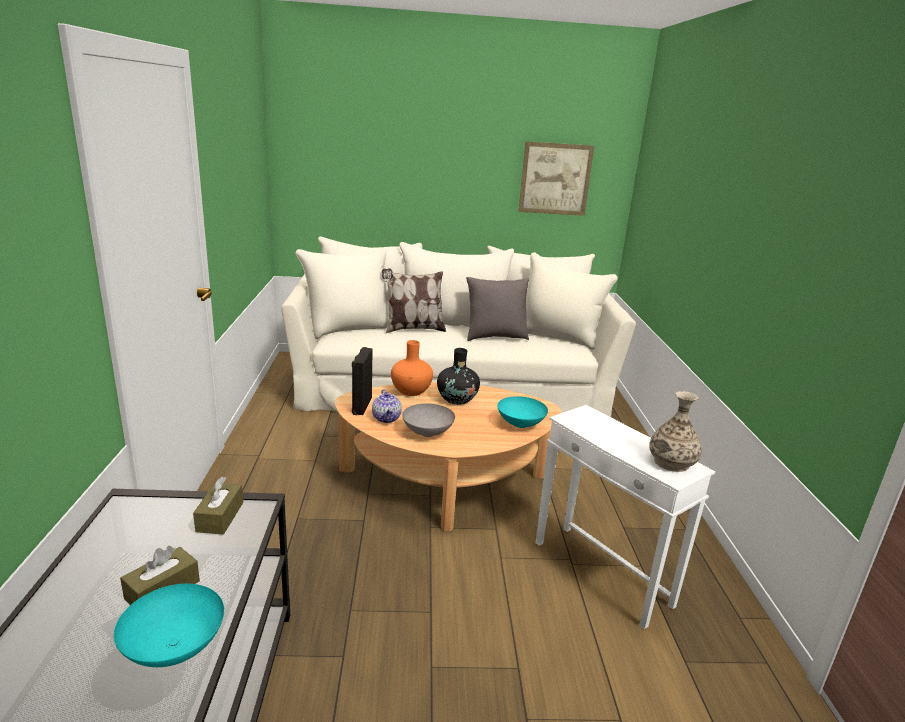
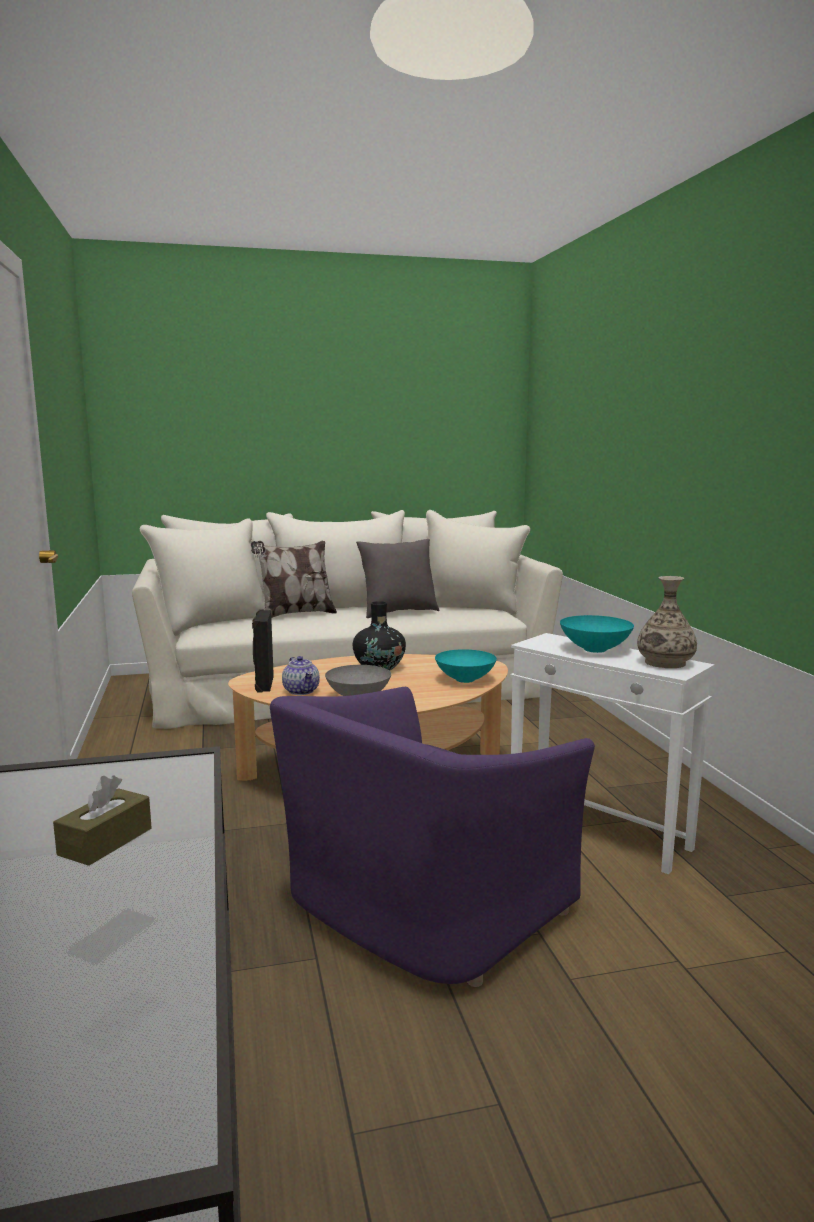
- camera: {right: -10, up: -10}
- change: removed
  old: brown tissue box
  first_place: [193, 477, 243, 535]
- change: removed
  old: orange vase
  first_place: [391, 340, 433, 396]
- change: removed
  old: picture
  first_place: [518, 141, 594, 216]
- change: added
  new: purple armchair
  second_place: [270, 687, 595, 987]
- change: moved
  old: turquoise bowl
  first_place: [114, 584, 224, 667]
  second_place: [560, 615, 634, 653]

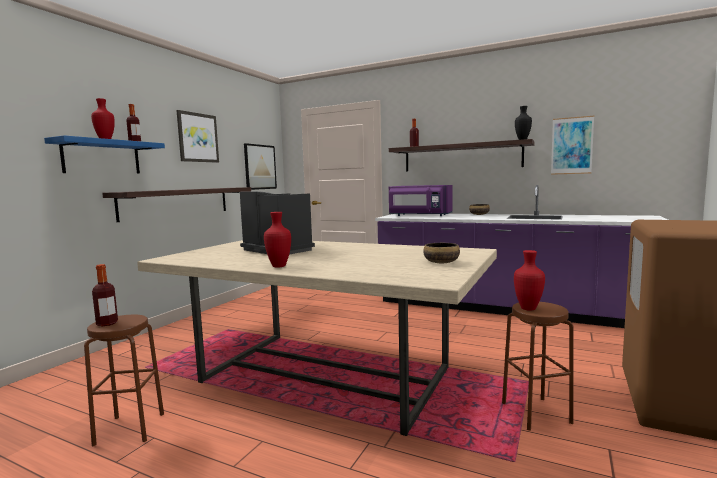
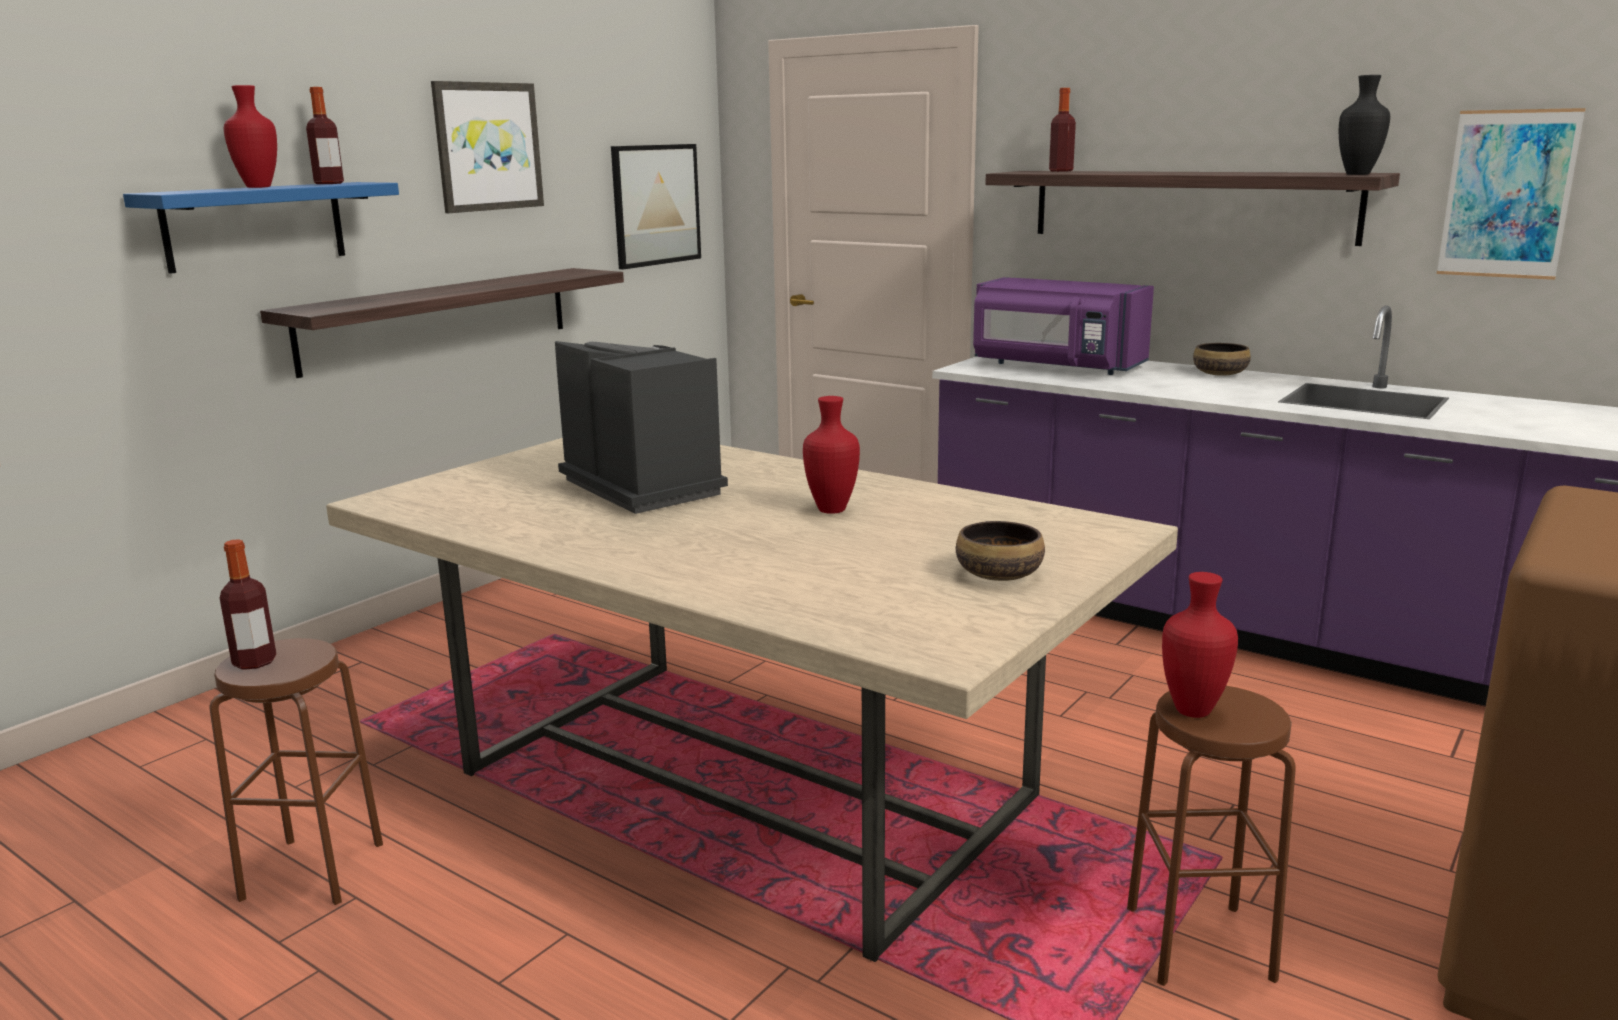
- camera: {right: 10, up: 10}
- change: moved
  old: red vase
  first_place: [264, 212, 291, 267]
  second_place: [803, 396, 860, 514]

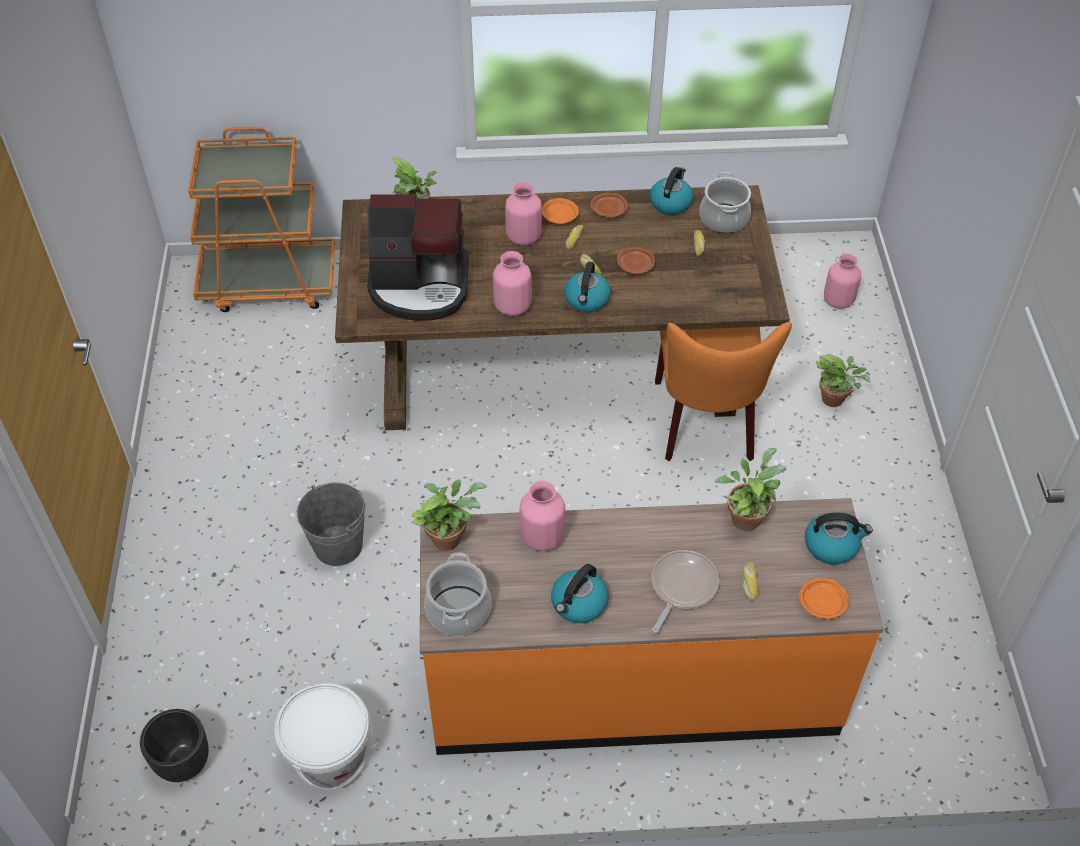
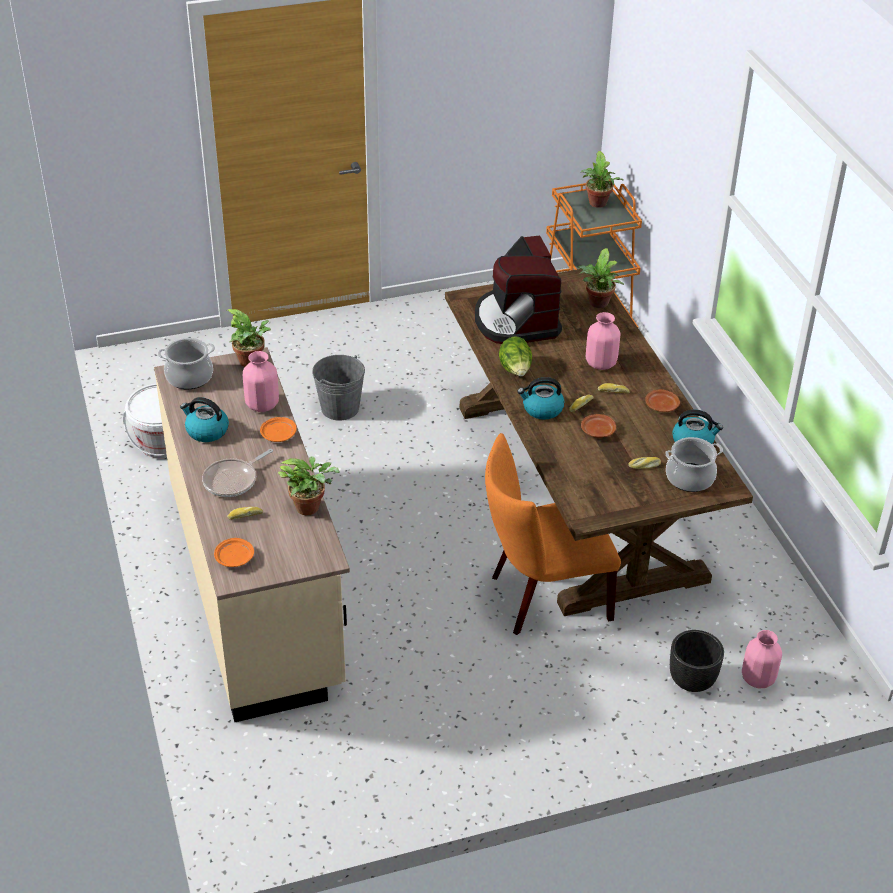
- camera: {right: 75, up: -10}
- change: removed
  old: kettle
  first_place: [805, 513, 873, 565]
- change: moved
  old: black planter
  first_place: [140, 709, 209, 782]
  second_place: [670, 630, 724, 692]
- change: moved
  old: orange plate
  first_place: [542, 198, 579, 224]
  second_place: [260, 417, 297, 442]
- change: moved
  old: potted plant
  first_place: [816, 354, 870, 407]
  second_place: [581, 151, 624, 208]
- change: replaced
  old: pink vase
  new: lettuce
  first_place: [493, 251, 532, 316]
  second_place: [499, 337, 532, 376]
- change: recoloured
  old: orange counter
  new: beige counter
  first_place: [420, 498, 883, 755]
  second_place: [154, 347, 350, 722]
- change: turned
  old: frying pan
  first_place: [651, 550, 719, 633]
  second_place: [202, 449, 273, 497]
  degrees: 120

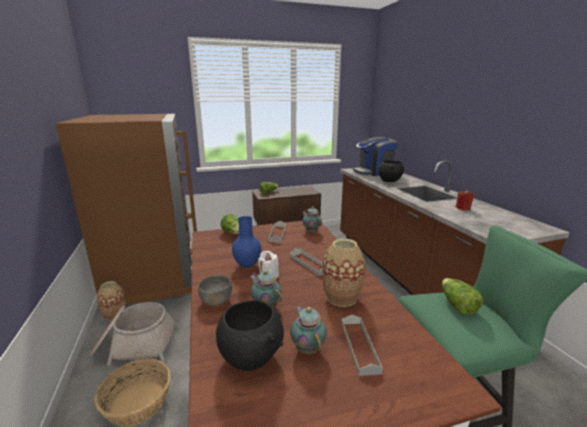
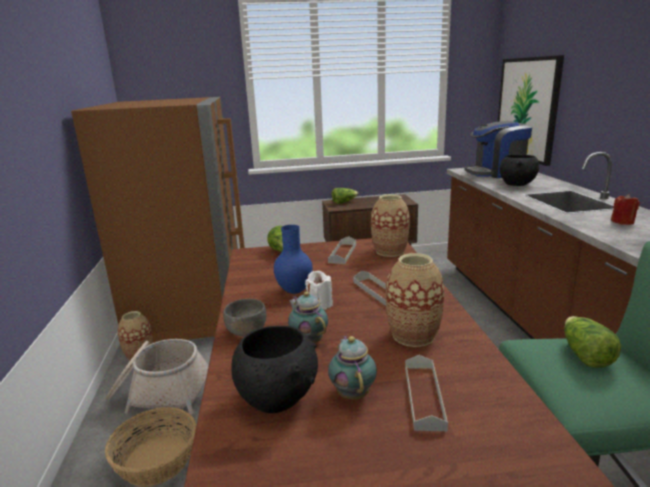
- camera: {right: 10, up: 0}
- change: added
  new: picture
  second_place: [498, 55, 564, 166]
- change: replaced
  old: teapot
  new: vase
  first_place: [302, 206, 322, 233]
  second_place: [371, 194, 410, 257]

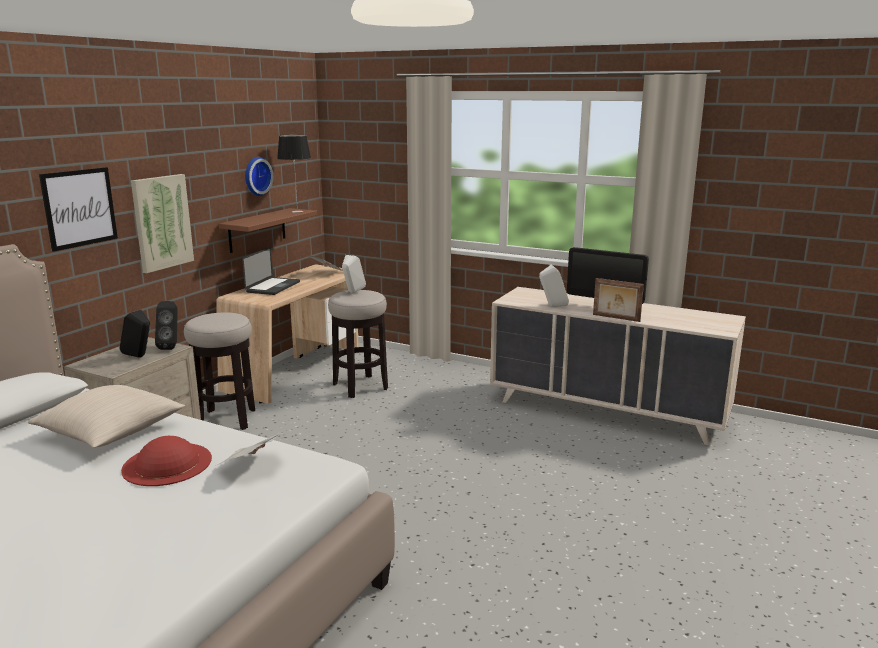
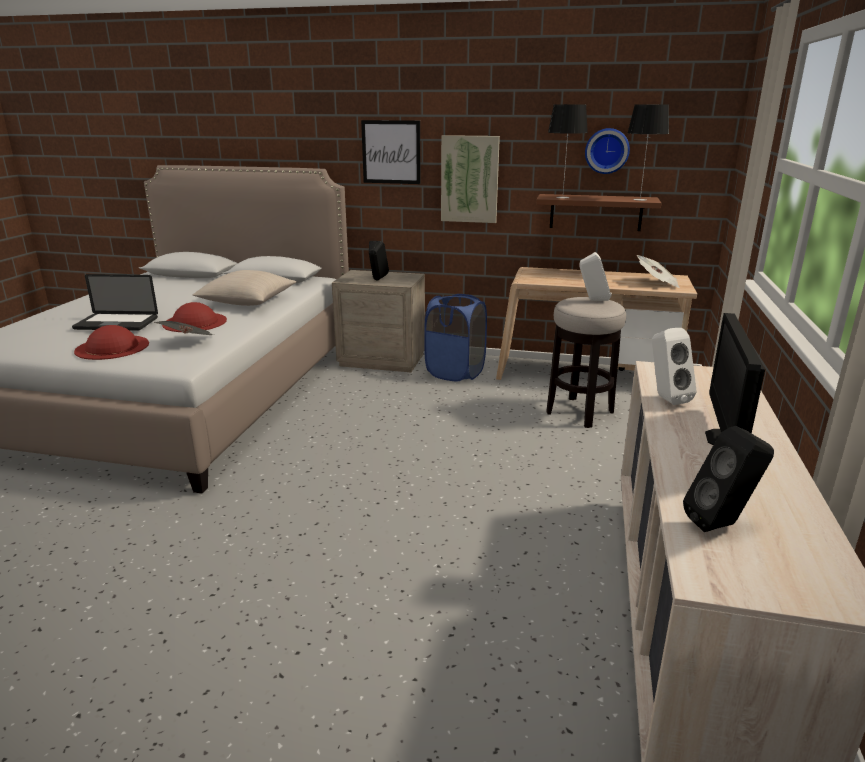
- camera: {right: 75, up: 5}
- change: removed
  old: picture frame
  first_place: [593, 278, 644, 322]
- change: added
  new: red hat
  second_place: [74, 325, 149, 360]
- change: added
  new: table lamp
  second_place: [548, 104, 588, 199]
- change: moved
  old: black speaker
  first_place: [155, 301, 178, 350]
  second_place: [683, 426, 774, 532]
- change: moved
  old: laptop
  first_place: [242, 247, 300, 295]
  second_place: [72, 274, 158, 331]
- change: replaced
  old: stool
  new: blue laundry basket
  first_place: [184, 312, 255, 430]
  second_place: [424, 294, 487, 381]

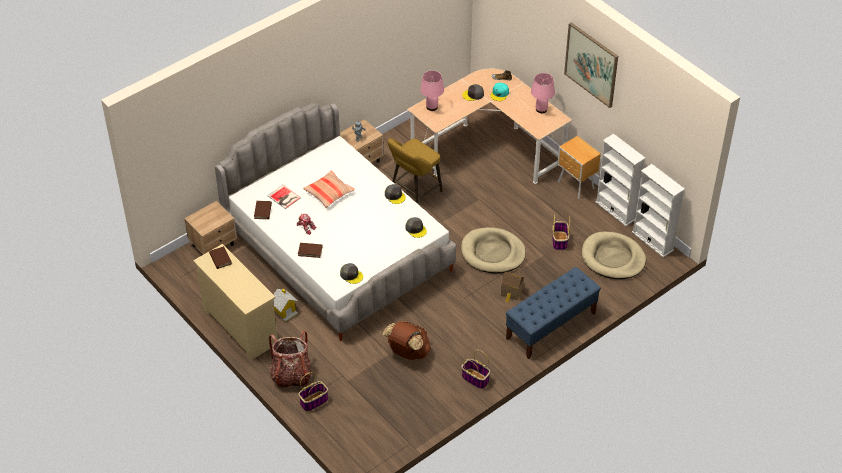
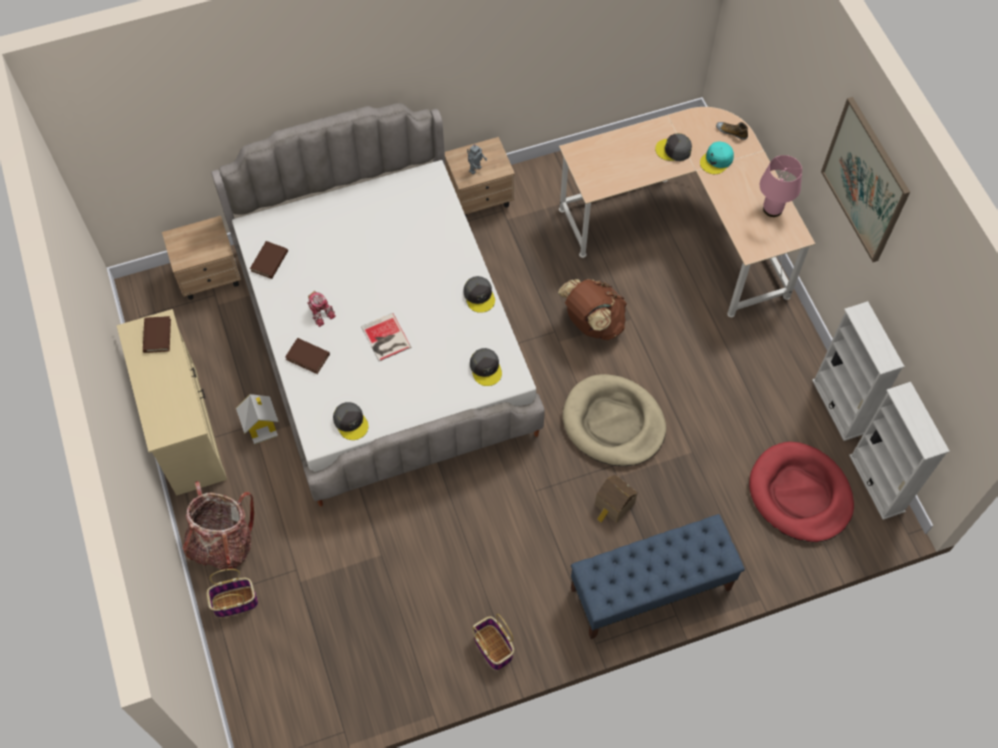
- camera: {right: 20, up: 15}
- change: removed
  old: pillow
  first_place: [303, 171, 355, 208]
- change: removed
  old: yellow stool
  first_place: [388, 138, 442, 204]
- change: removed
  old: pink table lamp
  first_place: [420, 71, 444, 111]
- change: removed
  old: basket
  first_place: [552, 215, 570, 250]
- change: removed
  old: brown nightstand
  first_place: [557, 136, 601, 199]
- change: moved
  old: book
  first_place: [267, 185, 301, 209]
  second_place: [361, 313, 411, 361]
- change: moved
  old: brown backpack
  first_place: [383, 321, 431, 360]
  second_place: [558, 279, 627, 340]
- change: recoloured
  old: beige dog bed
  new: red dog bed
  first_place: [582, 232, 646, 279]
  second_place: [749, 442, 854, 542]

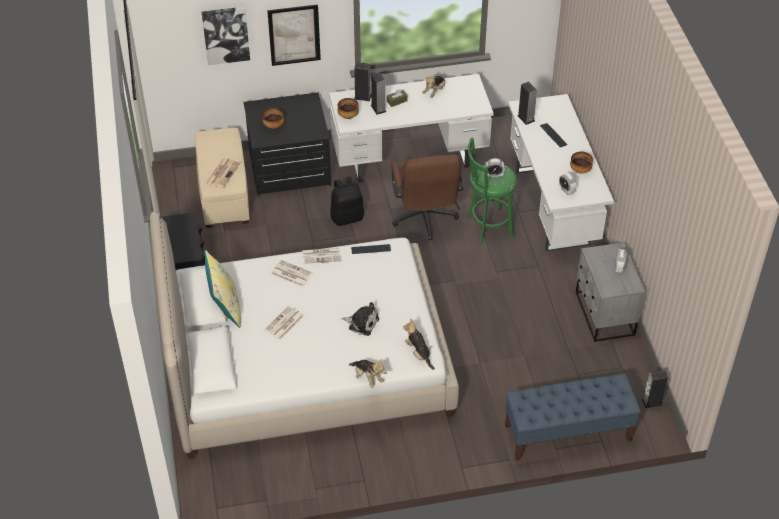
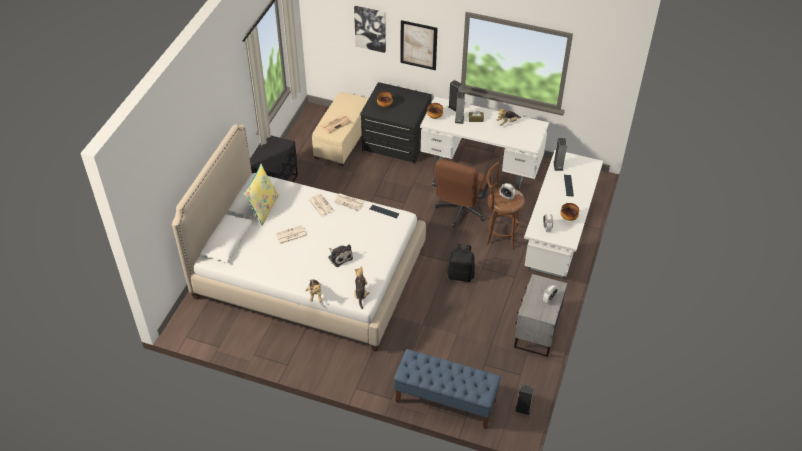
- camera: {right: 30, up: 0}
- change: moved
  old: black backpack
  first_place: [331, 177, 364, 226]
  second_place: [447, 244, 475, 282]
- change: recoloured
  old: green stool
  new: brown stool
  first_place: [468, 138, 517, 244]
  second_place: [486, 162, 525, 250]

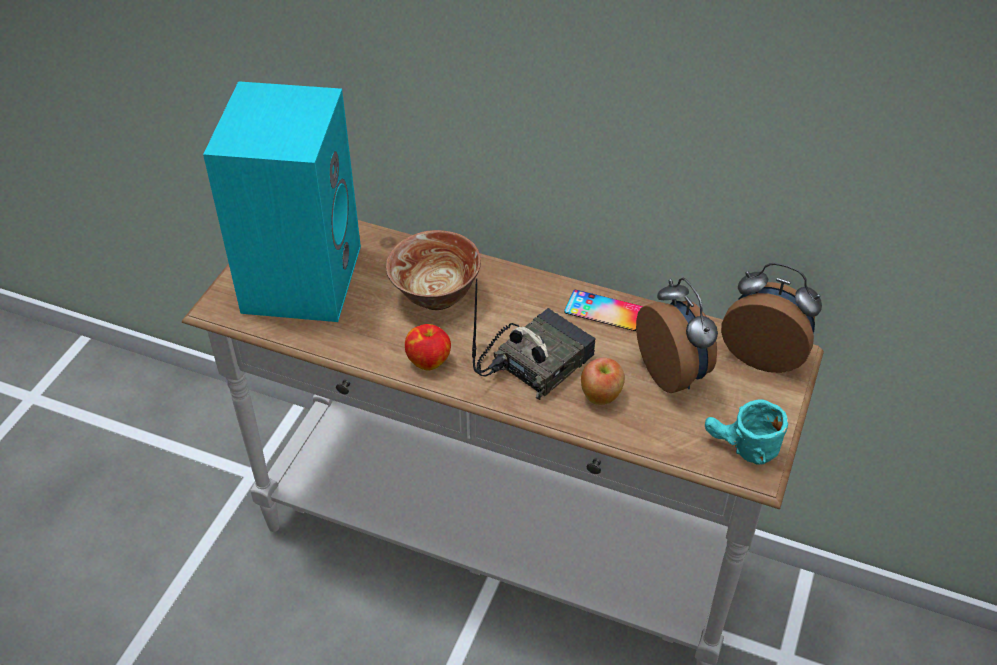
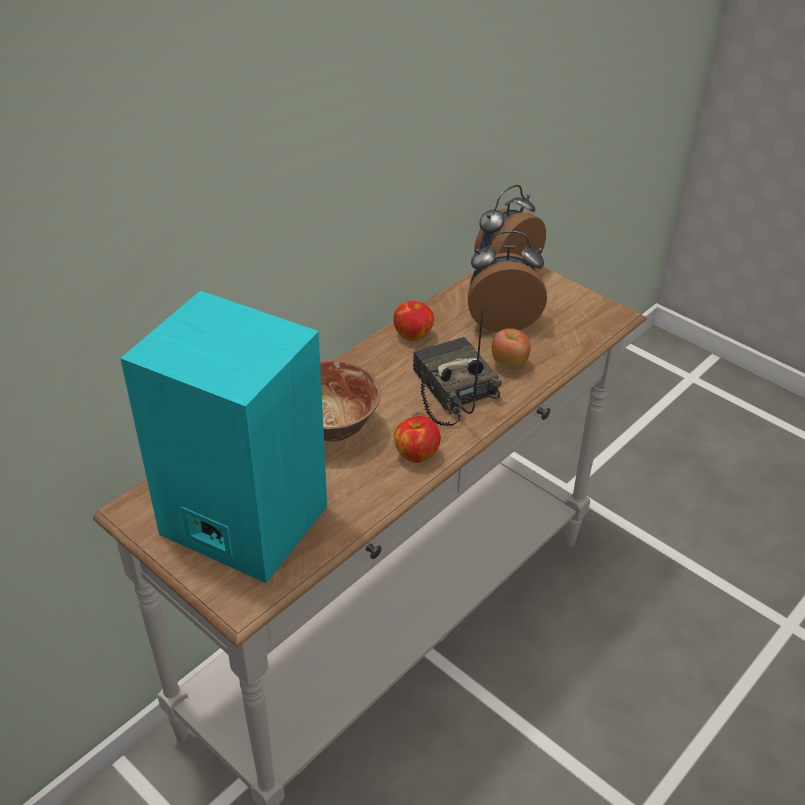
- camera: {right: -70, up: -5}
- change: removed
  old: turquoise mug
  first_place: [705, 399, 788, 465]
- change: replaced
  old: phone
  new: apple
  first_place: [564, 290, 643, 331]
  second_place: [393, 301, 434, 341]

